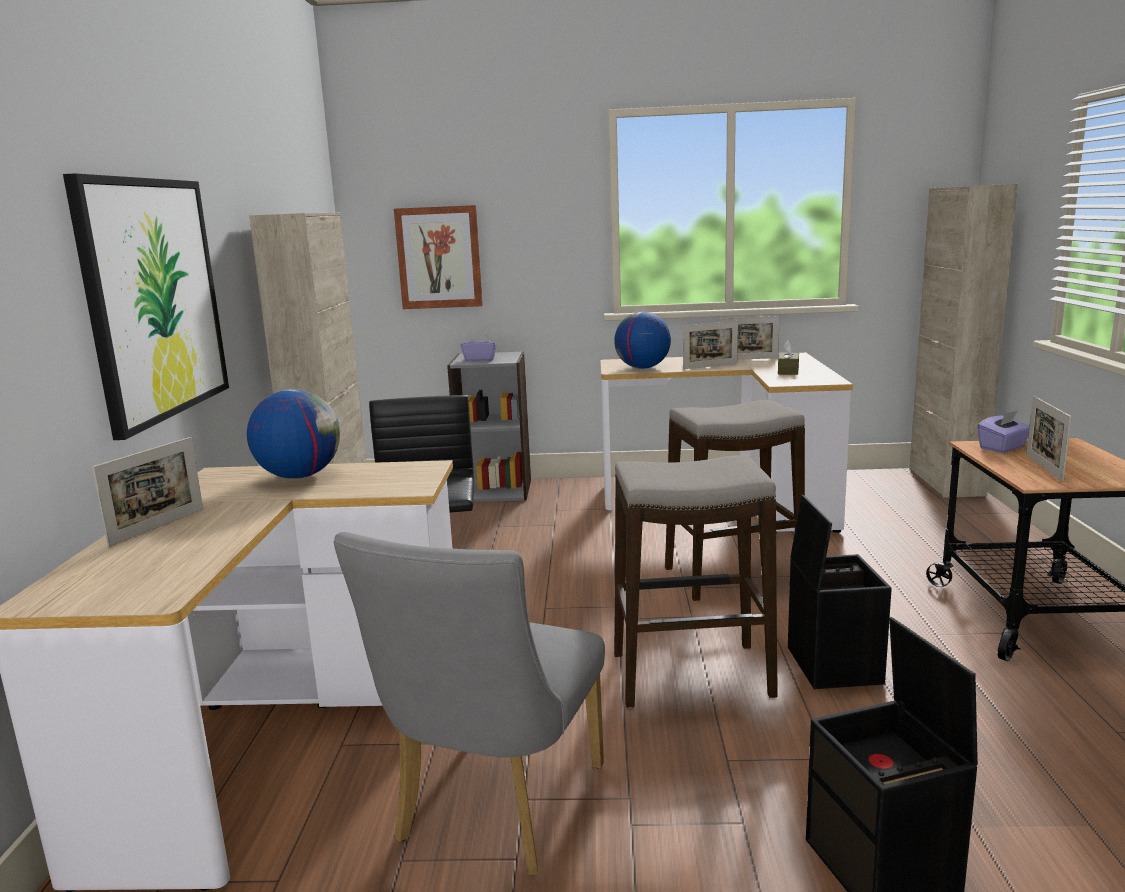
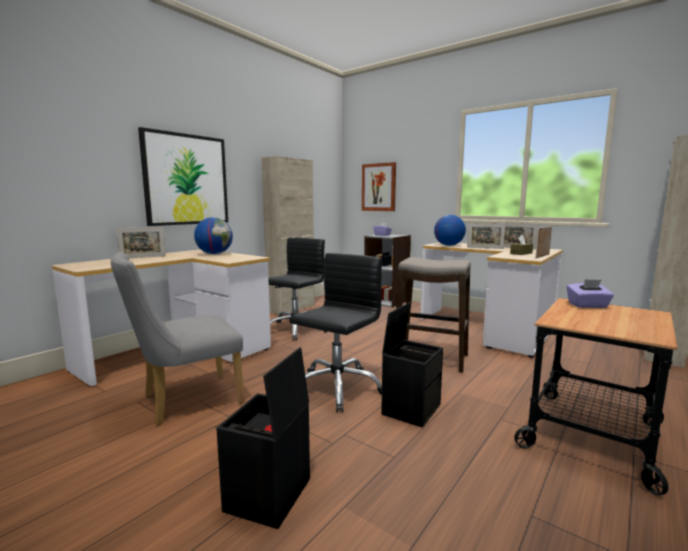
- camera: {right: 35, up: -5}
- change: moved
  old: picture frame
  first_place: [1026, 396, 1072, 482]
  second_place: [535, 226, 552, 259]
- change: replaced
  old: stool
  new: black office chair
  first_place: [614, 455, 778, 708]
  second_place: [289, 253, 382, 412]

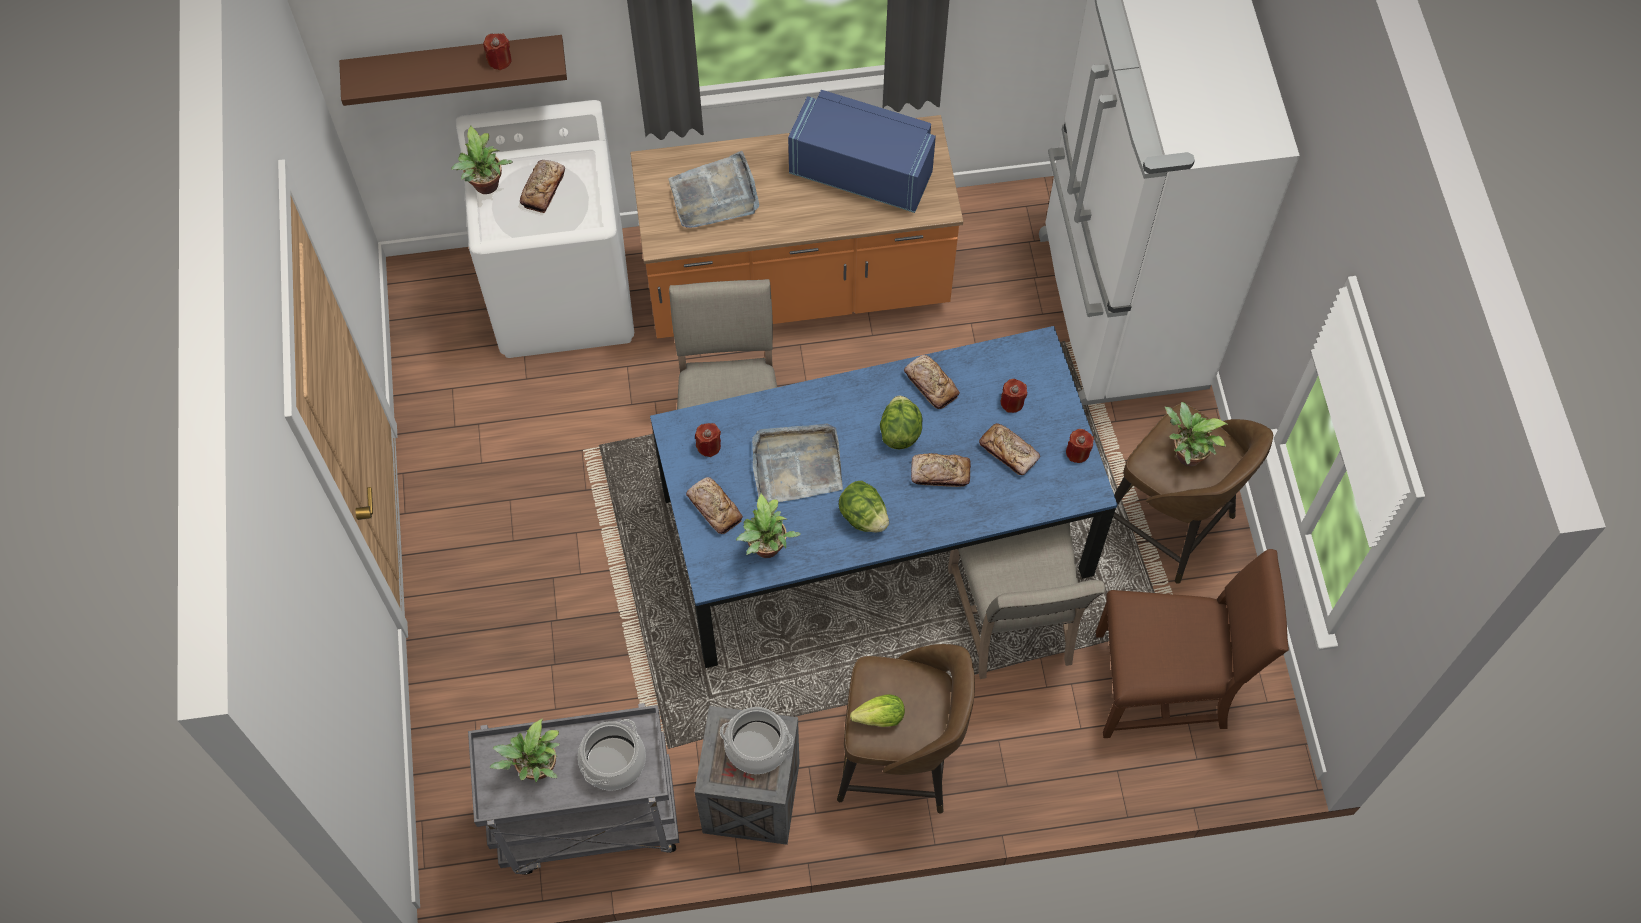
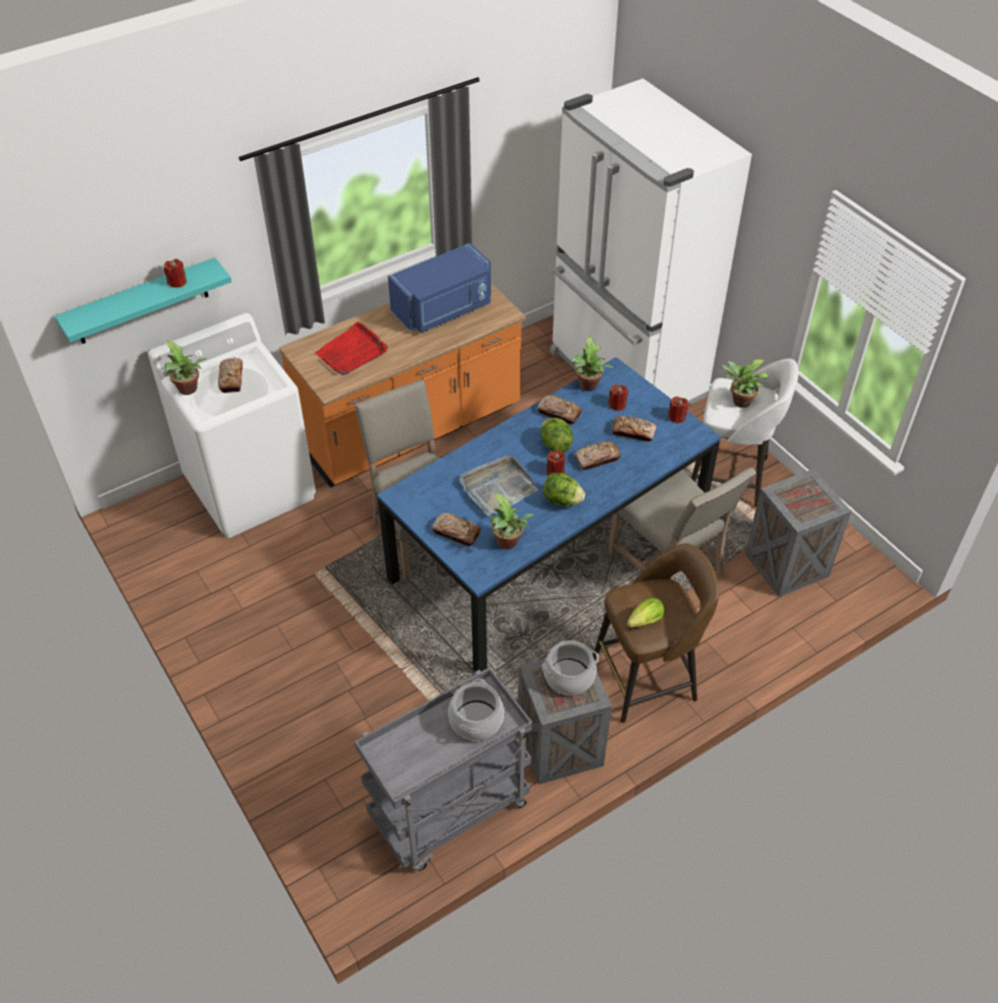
- camera: {right: -25, up: -15}
- change: moved
  old: potted plant
  first_place: [489, 718, 560, 782]
  second_place: [570, 337, 613, 391]
- change: moved
  old: red candle
  first_place: [695, 423, 721, 457]
  second_place: [547, 450, 565, 475]
- change: replaced
  old: brown chair
  new: crate
  first_place: [1096, 549, 1289, 738]
  second_place: [745, 469, 852, 597]
- change: recoloured
  old: brown shelf
  new: turquoise shelf
  first_place: [339, 35, 567, 106]
  second_place: [55, 257, 232, 344]
- change: recoloured
  old: grey tray
  new: red tray
  first_place: [668, 151, 759, 228]
  second_place: [315, 321, 388, 375]
- change: recoloured
  old: brown stool
  new: white stool
  first_place: [1113, 403, 1273, 584]
  second_place: [691, 358, 799, 507]
- change: turned
  old: blue microwave
  first_place: [788, 90, 936, 213]
  second_place: [388, 243, 491, 333]
  degrees: 150

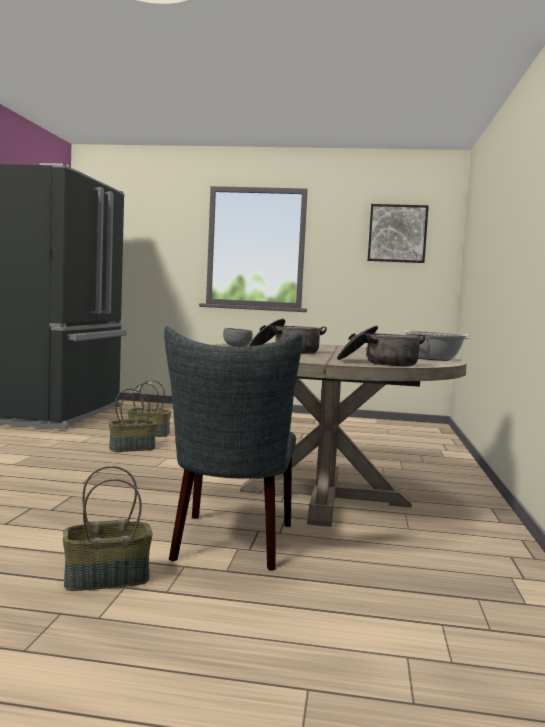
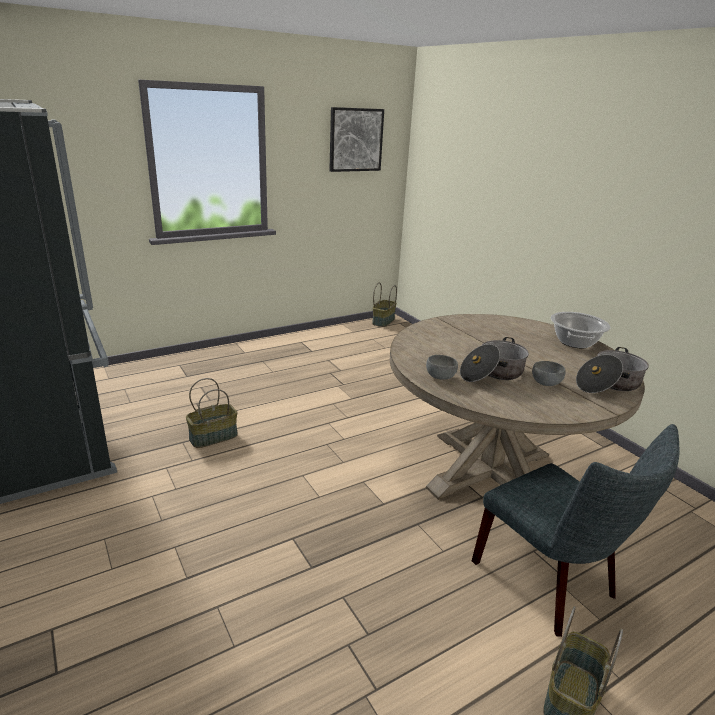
- camera: {right: -40, up: 20}
- change: added
  new: grey bowl
  second_place: [532, 361, 566, 386]
- change: moved
  old: basket
  first_place: [109, 389, 157, 452]
  second_place: [372, 282, 397, 327]

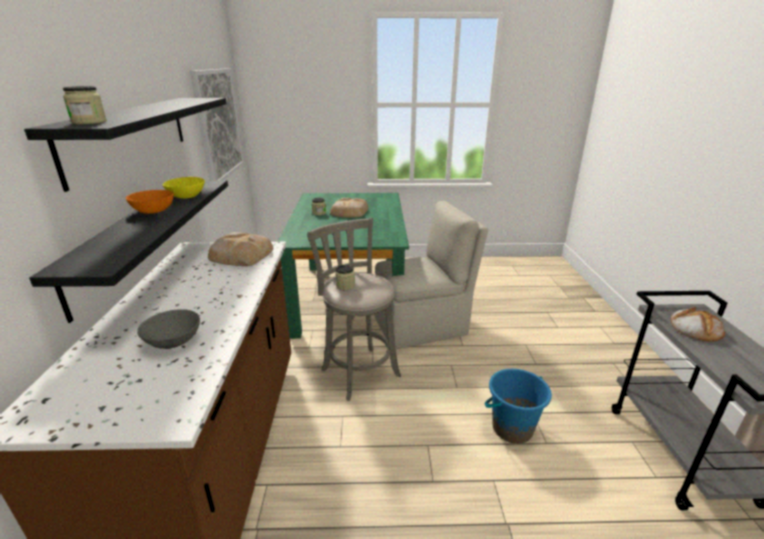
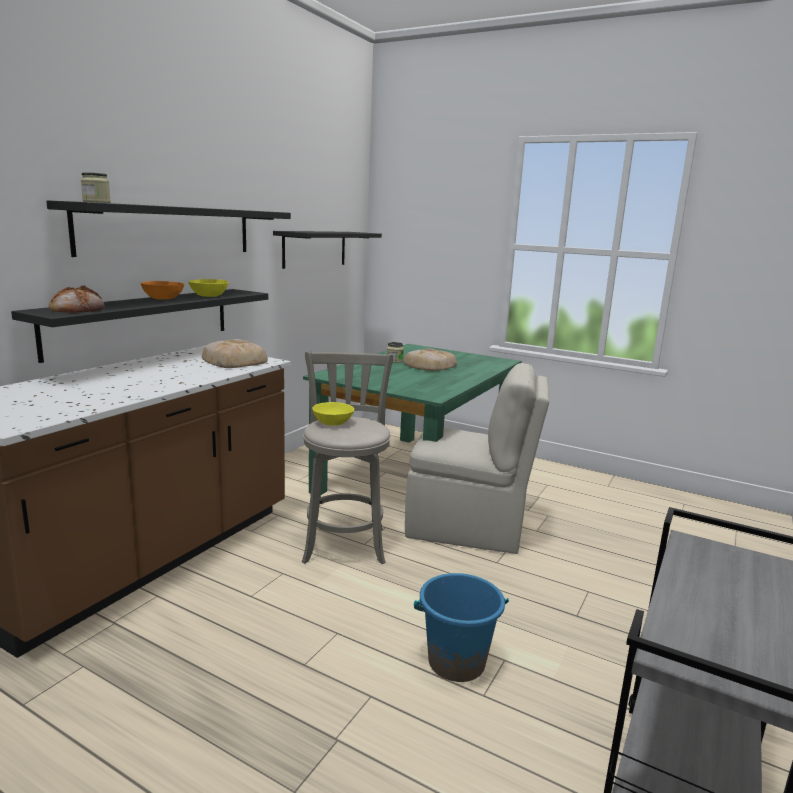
- camera: {right: 30, up: -10}
- change: removed
  old: grey bowl
  first_place: [137, 309, 200, 349]
- change: moved
  old: bread
  first_place: [671, 306, 725, 342]
  second_place: [49, 285, 104, 313]
- change: replaced
  old: picture
  new: black shelf
  first_place: [190, 69, 244, 180]
  second_place: [273, 231, 382, 269]
- change: replaced
  old: jar
  new: yellow bowl
  first_place: [335, 265, 355, 290]
  second_place: [312, 402, 354, 426]

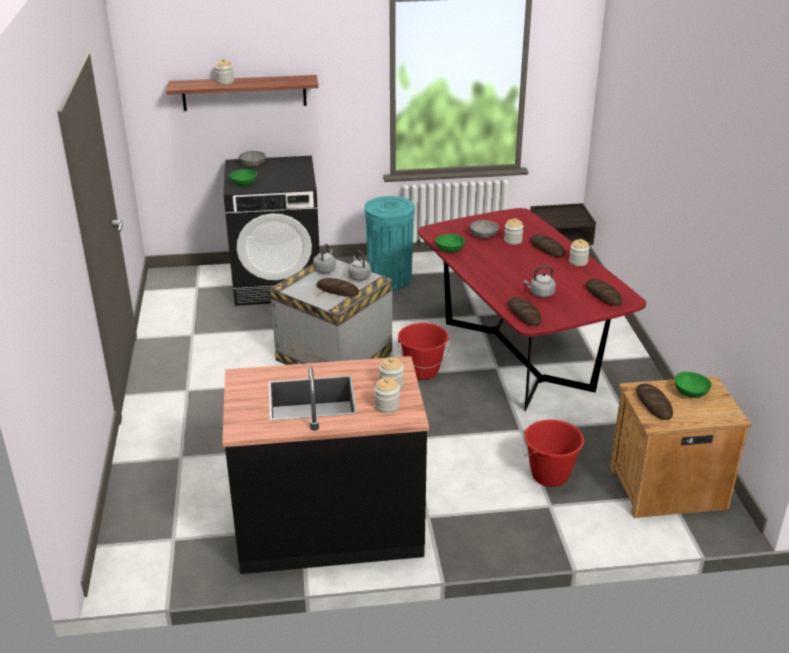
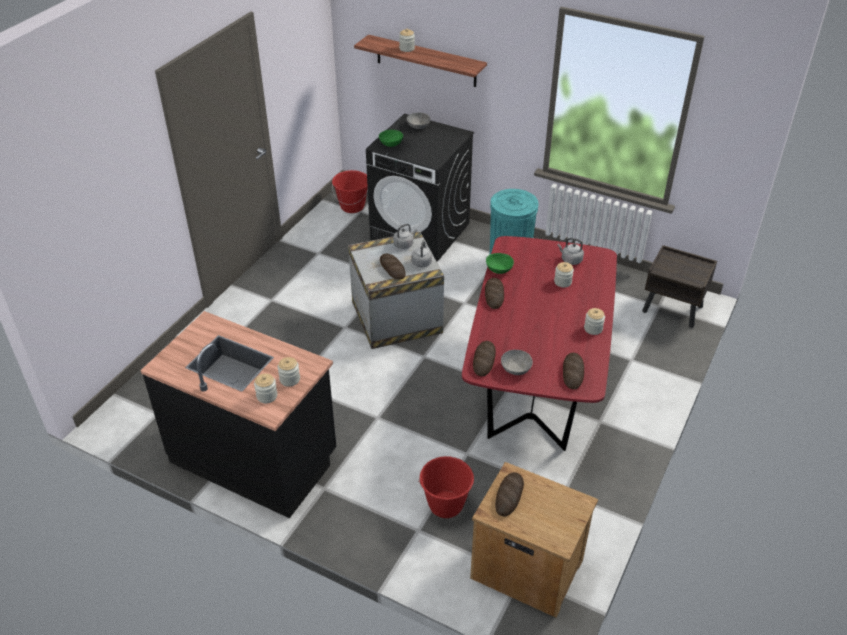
- camera: {right: 35, up: 10}
- change: removed
  old: green bowl
  first_place: [675, 372, 712, 398]
- change: moved
  old: red bucket
  first_place: [397, 323, 450, 380]
  second_place: [332, 170, 368, 213]
- change: moved
  old: grey bowl
  first_place: [470, 220, 499, 239]
  second_place: [501, 350, 533, 375]
- change: moved
  old: grey kettle
  first_place: [524, 266, 556, 298]
  second_place: [558, 238, 584, 265]
- change: moved
  old: bread
  first_place: [530, 235, 565, 257]
  second_place: [485, 278, 504, 309]

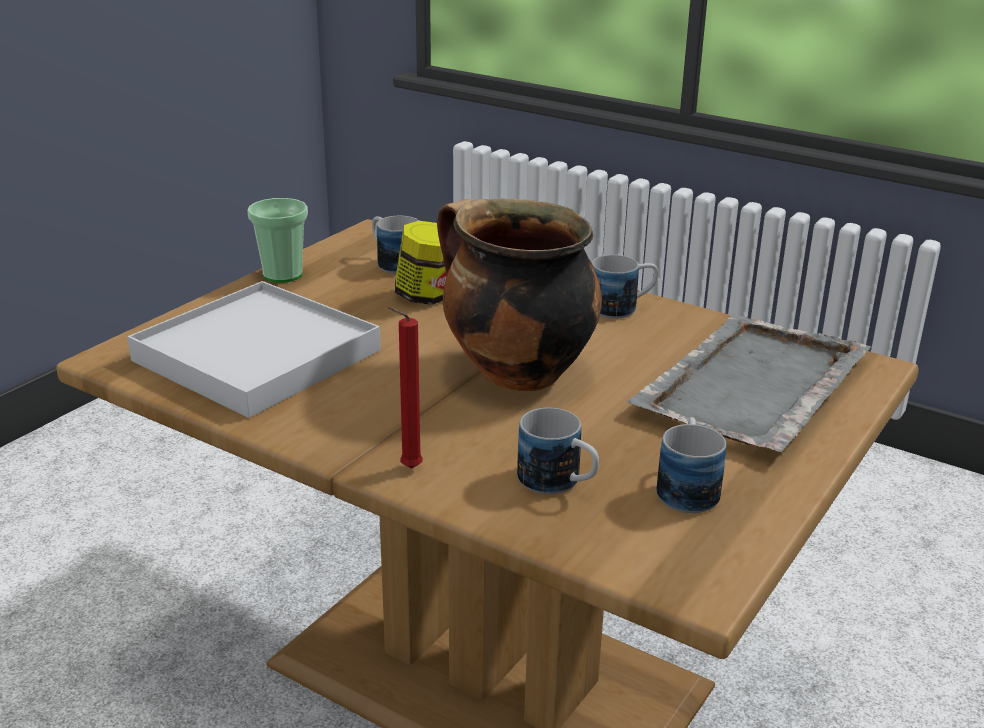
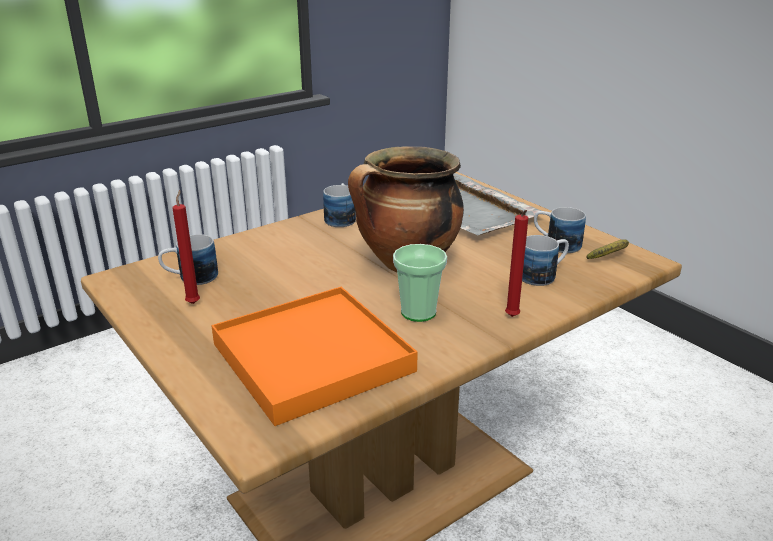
- camera: {right: -70, up: 0}
- change: removed
  old: jar
  first_place: [395, 221, 446, 305]
- change: added
  new: red candle
  second_place: [172, 190, 200, 304]
- change: added
  new: banana
  second_place: [586, 239, 629, 259]
- change: moved
  old: cup
  first_place: [247, 198, 308, 283]
  second_place: [393, 244, 447, 322]
- change: recoloured
  old: white tray
  new: orange tray
  first_place: [127, 281, 381, 418]
  second_place: [211, 287, 418, 426]

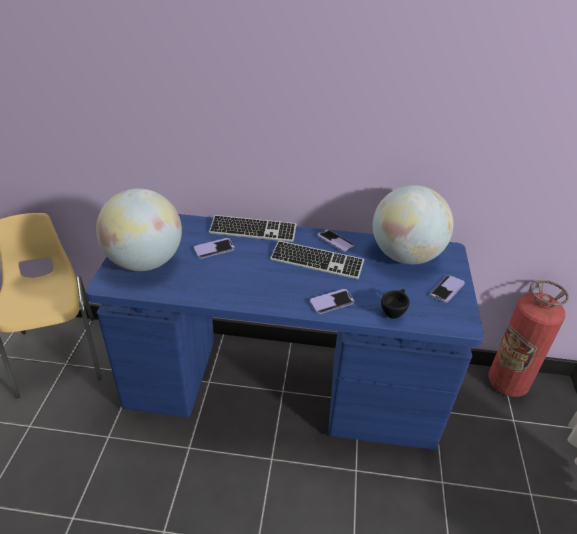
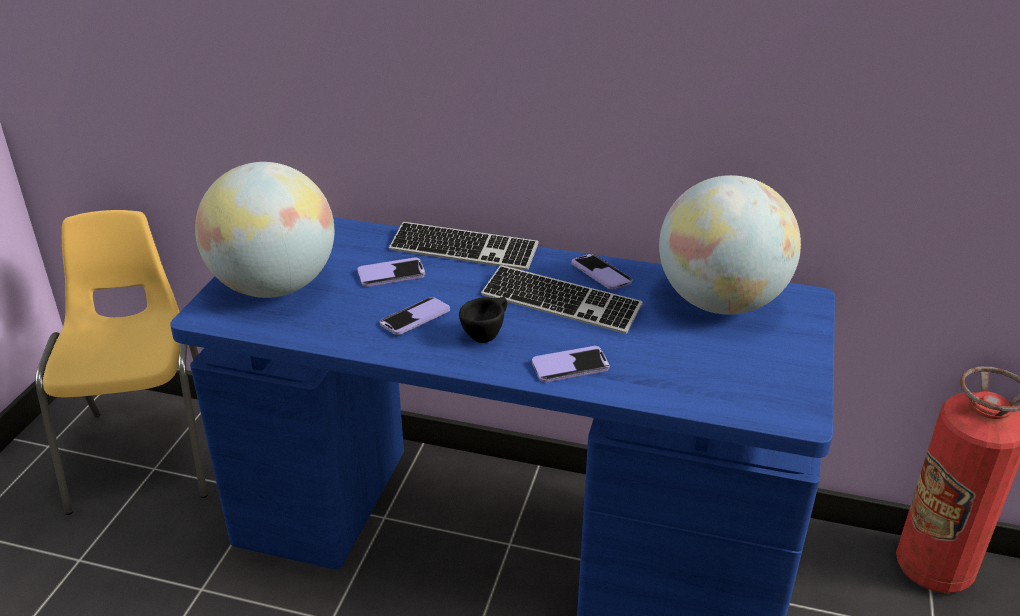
- camera: {right: 10, up: -5}
- change: moved
  old: black cup
  first_place: [381, 289, 410, 319]
  second_place: [459, 297, 507, 343]
- change: moved
  old: phone
  first_place: [430, 275, 465, 303]
  second_place: [380, 297, 450, 335]

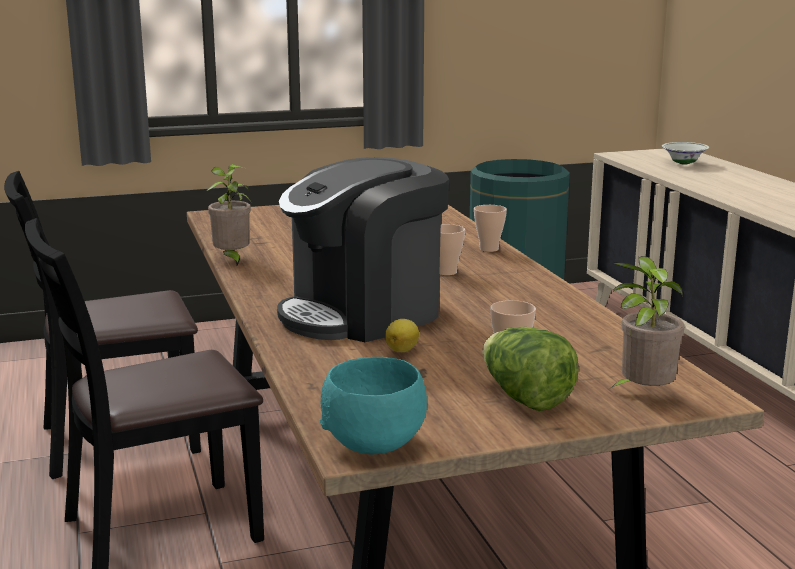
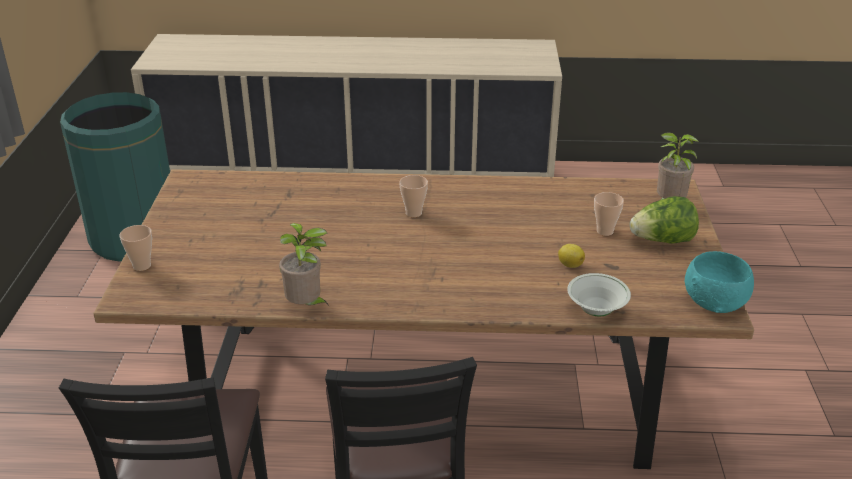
- camera: {right: -70, up: 15}
- change: removed
  old: coffee machine
  first_place: [277, 157, 449, 342]
- change: moved
  old: cup
  first_place: [474, 205, 507, 252]
  second_place: [120, 225, 152, 271]
- change: moved
  old: white bowl
  first_place: [662, 142, 709, 165]
  second_place: [567, 273, 631, 316]

